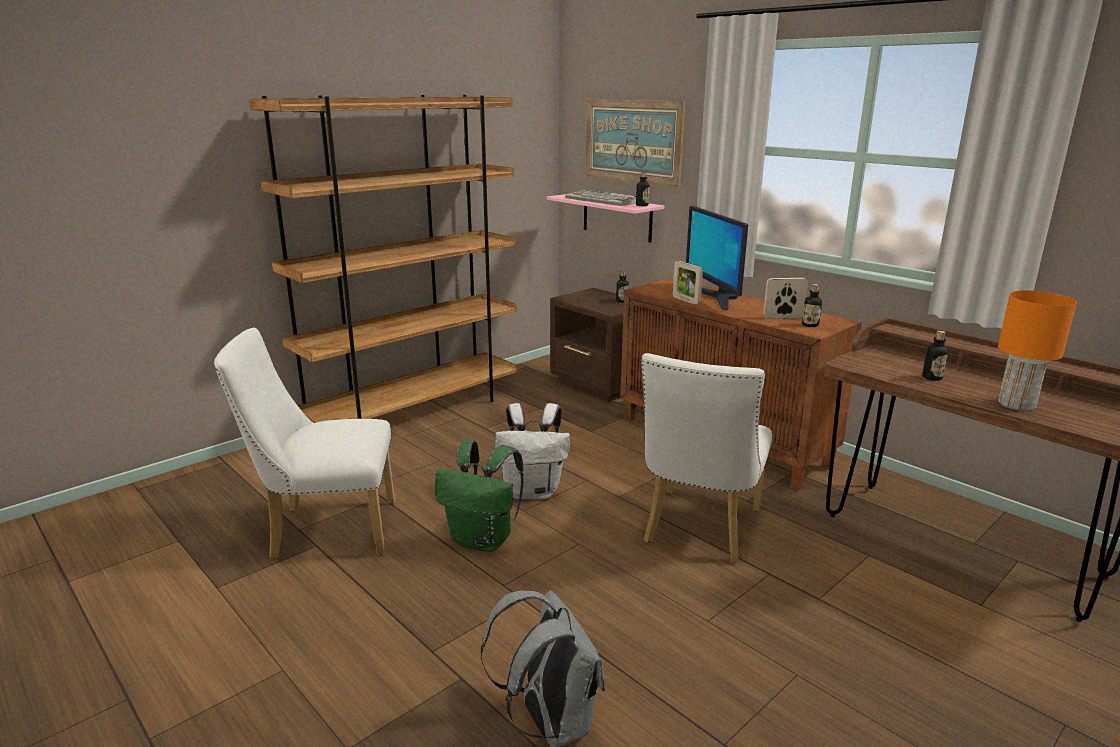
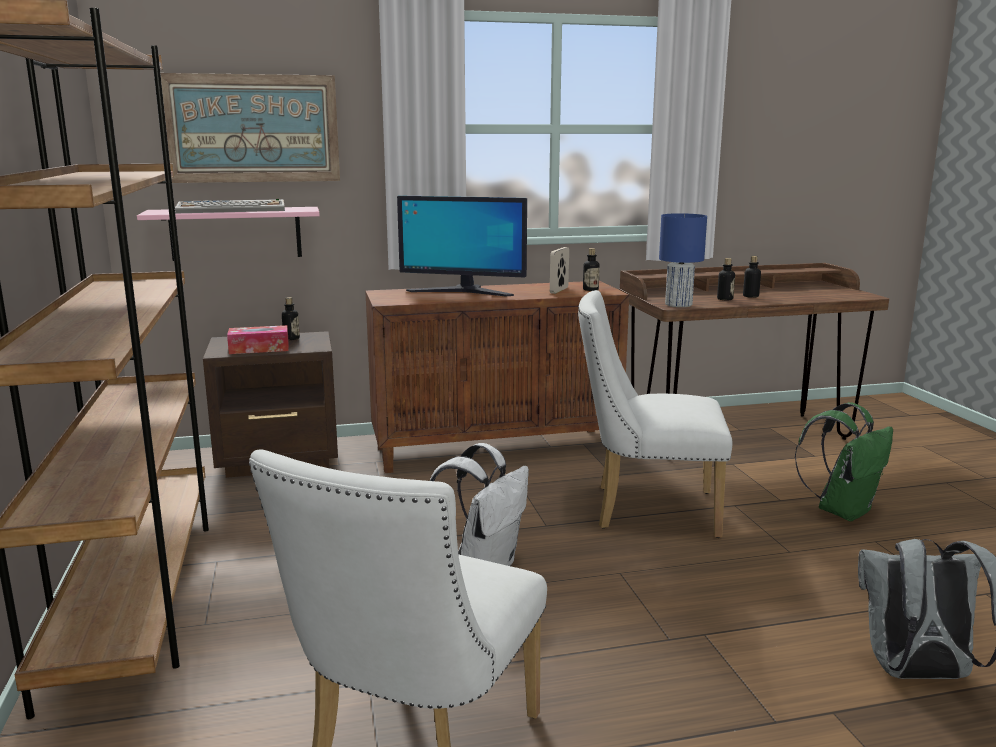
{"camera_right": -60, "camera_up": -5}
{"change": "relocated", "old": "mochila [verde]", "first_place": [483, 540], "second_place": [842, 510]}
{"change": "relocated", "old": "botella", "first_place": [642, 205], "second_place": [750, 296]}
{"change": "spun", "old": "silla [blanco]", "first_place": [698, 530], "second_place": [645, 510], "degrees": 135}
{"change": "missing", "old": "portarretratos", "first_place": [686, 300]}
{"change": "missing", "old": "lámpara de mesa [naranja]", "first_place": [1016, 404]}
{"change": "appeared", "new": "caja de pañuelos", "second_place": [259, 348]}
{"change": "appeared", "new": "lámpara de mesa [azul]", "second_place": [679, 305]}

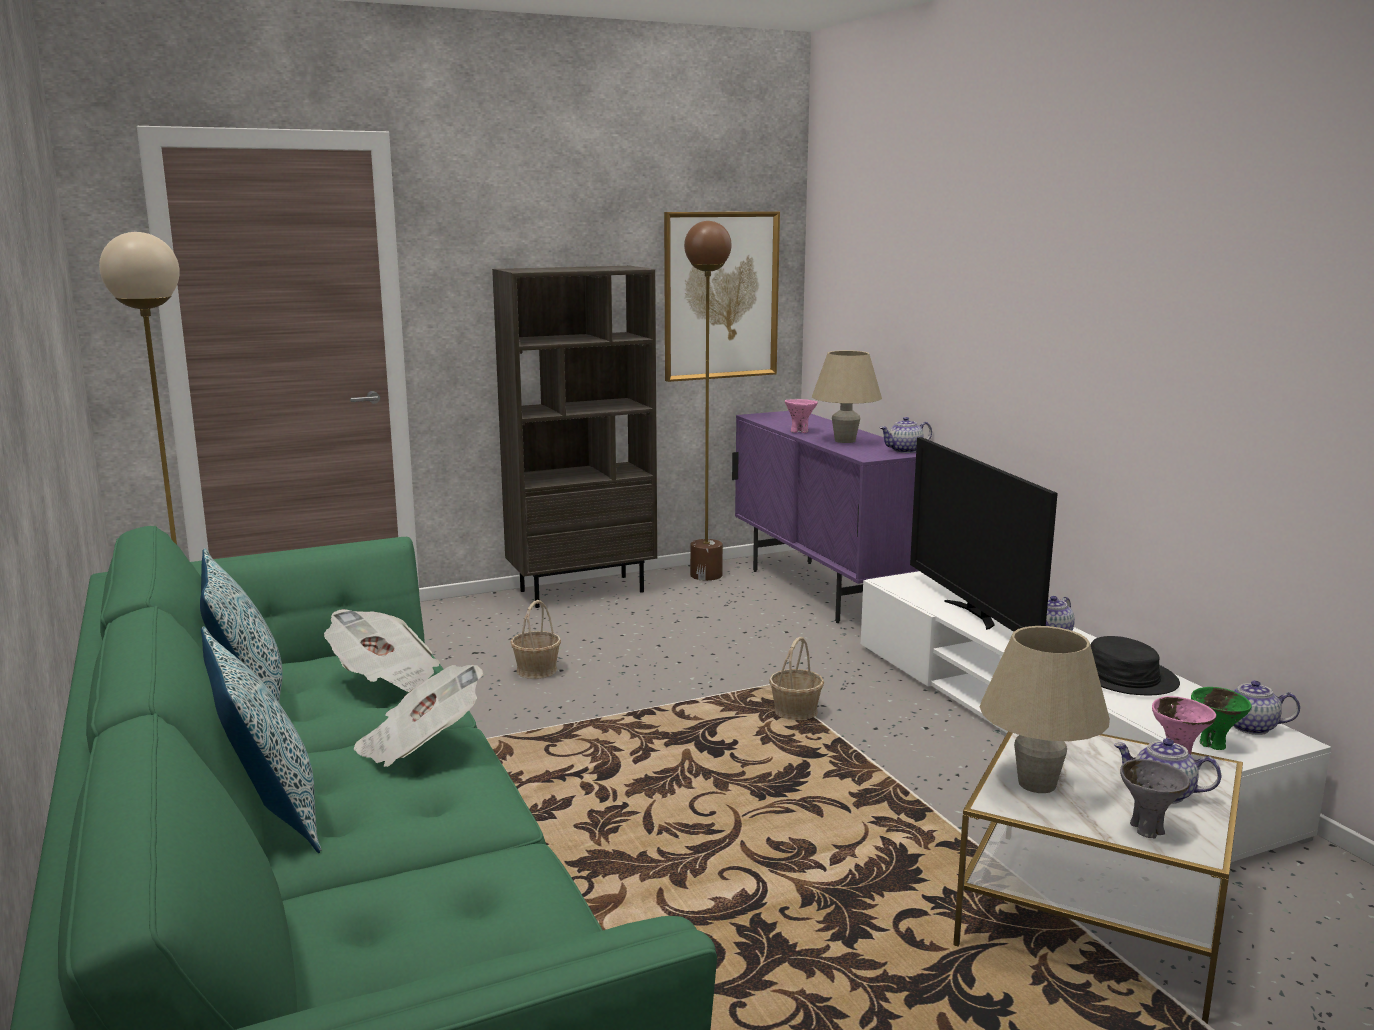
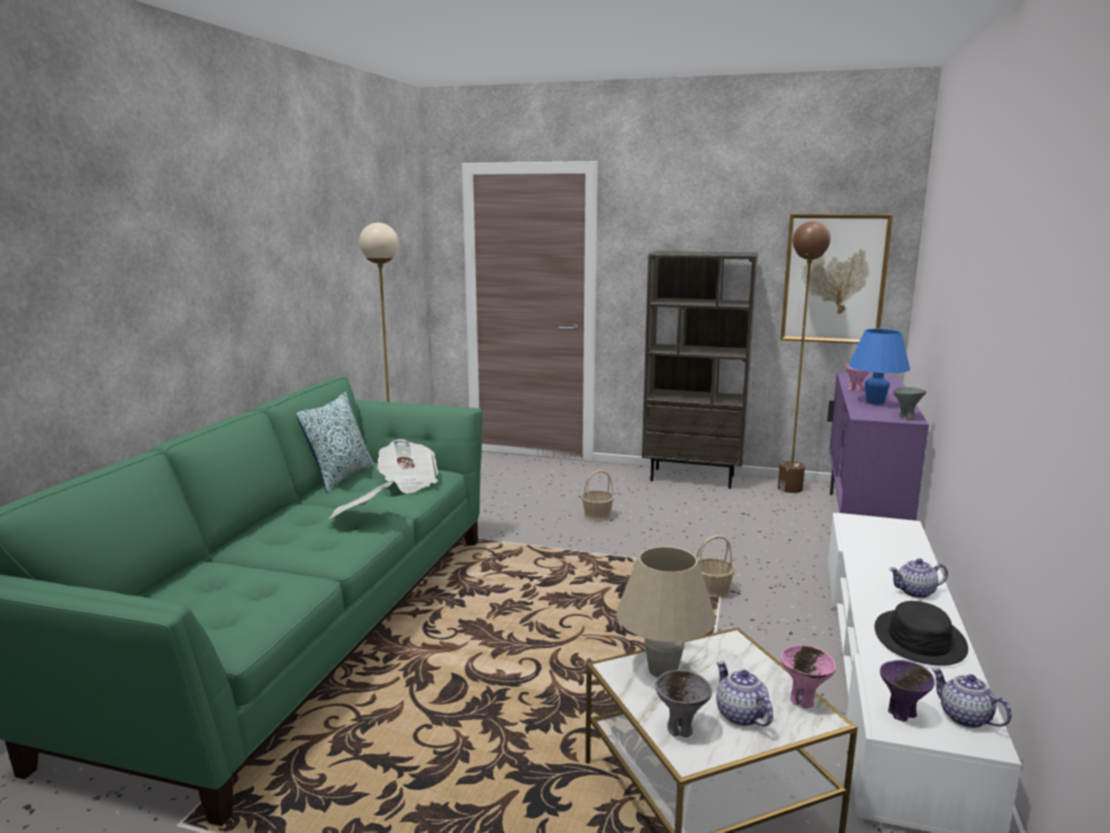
{"camera_right": 40, "camera_up": 0}
{"change": "missing", "old": "cojín", "first_place": [270, 814]}
{"change": "colour", "old": "lámpara de mesa [beis]", "new": "lámpara de mesa [azul]", "first_place": [845, 441], "second_place": [875, 402]}
{"change": "exchanged", "old": "tetera", "new": "cuenco [gris]", "first_place": [904, 450], "second_place": [906, 417]}
{"change": "missing", "old": "televisor", "first_place": [973, 614]}
{"change": "colour", "old": "cuenco [verde]", "new": "cuenco [morado]", "first_place": [1214, 744], "second_place": [902, 714]}

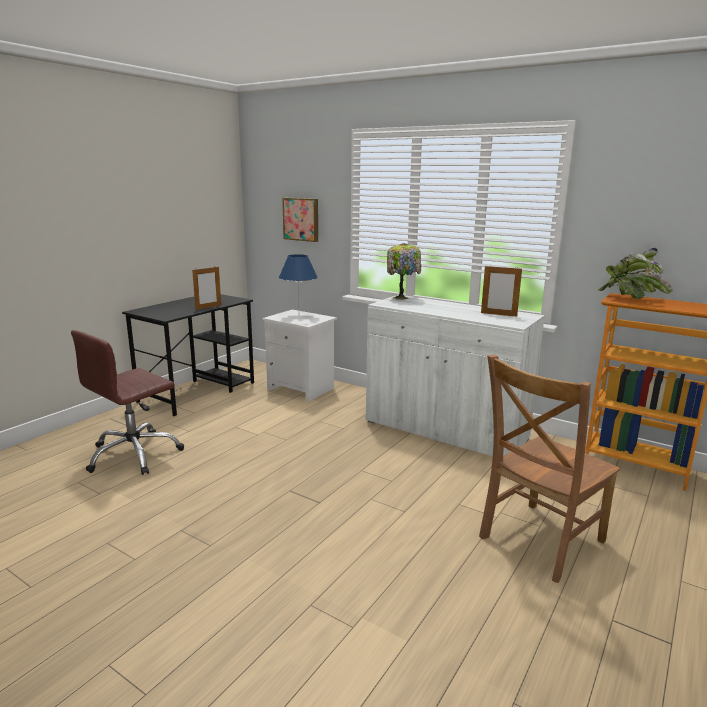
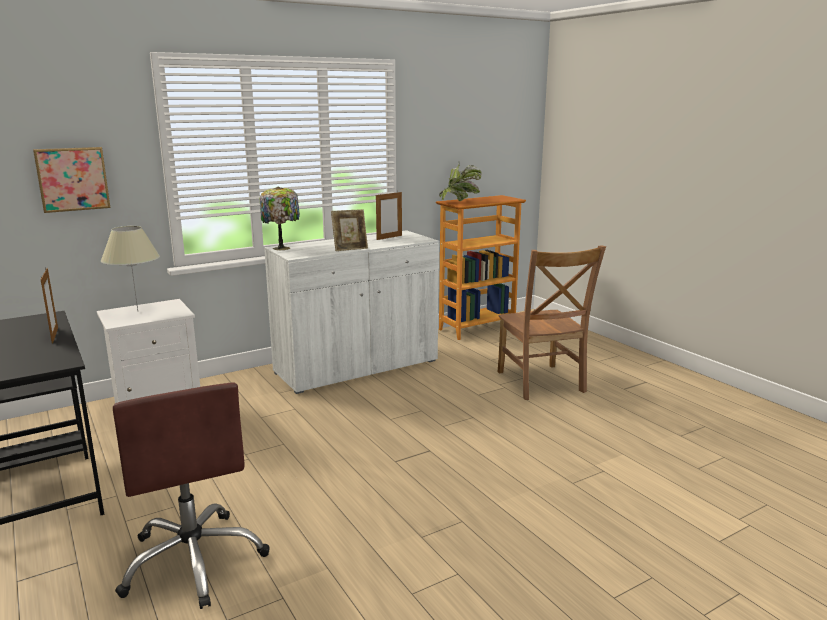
{"camera_right": -65, "camera_up": 0}
{"change": "colour", "old": "lámpara de mesa [azul]", "new": "lámpara de mesa [beis]", "first_place": [298, 316], "second_place": [138, 312]}
{"change": "appeared", "new": "portarretratos", "second_place": [350, 248]}

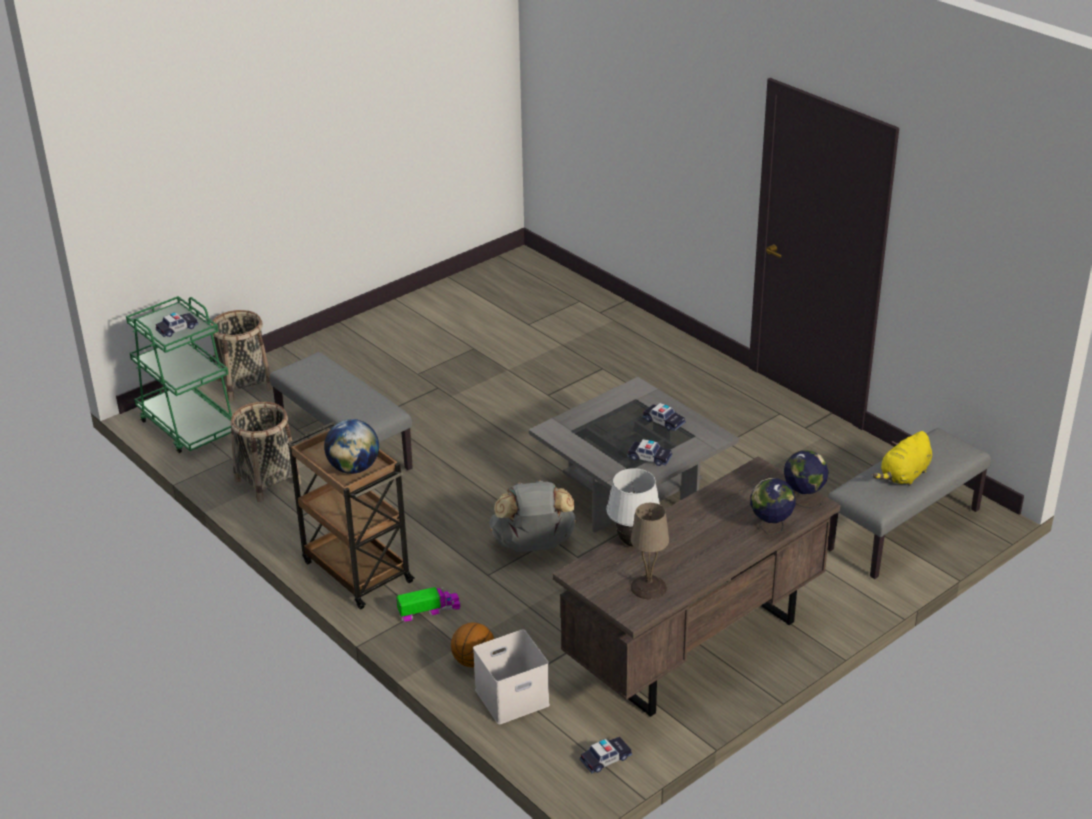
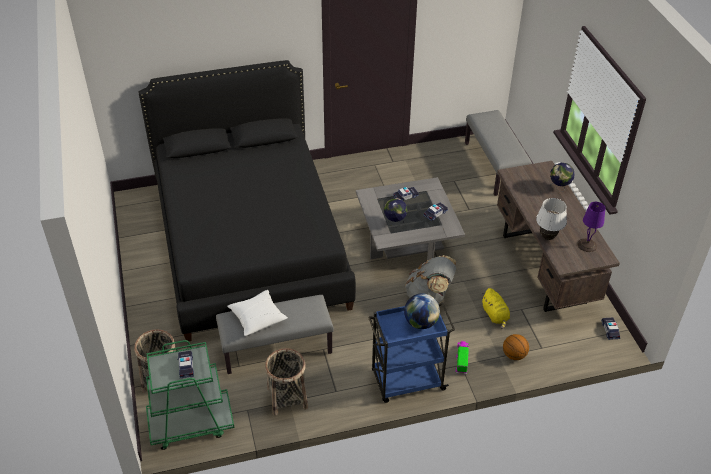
{"camera_right": -65, "camera_up": 10}
{"change": "colour", "old": "carrito [marrón]", "new": "carrito [azul]", "first_place": [355, 570], "second_place": [406, 381]}
{"change": "missing", "old": "caja de almacenaje [blanco]", "first_place": [511, 698]}
{"change": "colour", "old": "lámpara de mesa [beis]", "new": "lámpara de mesa [morado]", "first_place": [649, 587], "second_place": [586, 244]}
{"change": "relocated", "old": "globo terráqueo", "first_place": [803, 499], "second_place": [394, 223]}
{"change": "relocated", "old": "peluche [amarillo]", "first_place": [904, 476], "second_place": [495, 315]}
{"change": "appeared", "new": "cama [negro]", "second_place": [250, 243]}
{"change": "appeared", "new": "cojín [blanco]", "second_place": [257, 318]}

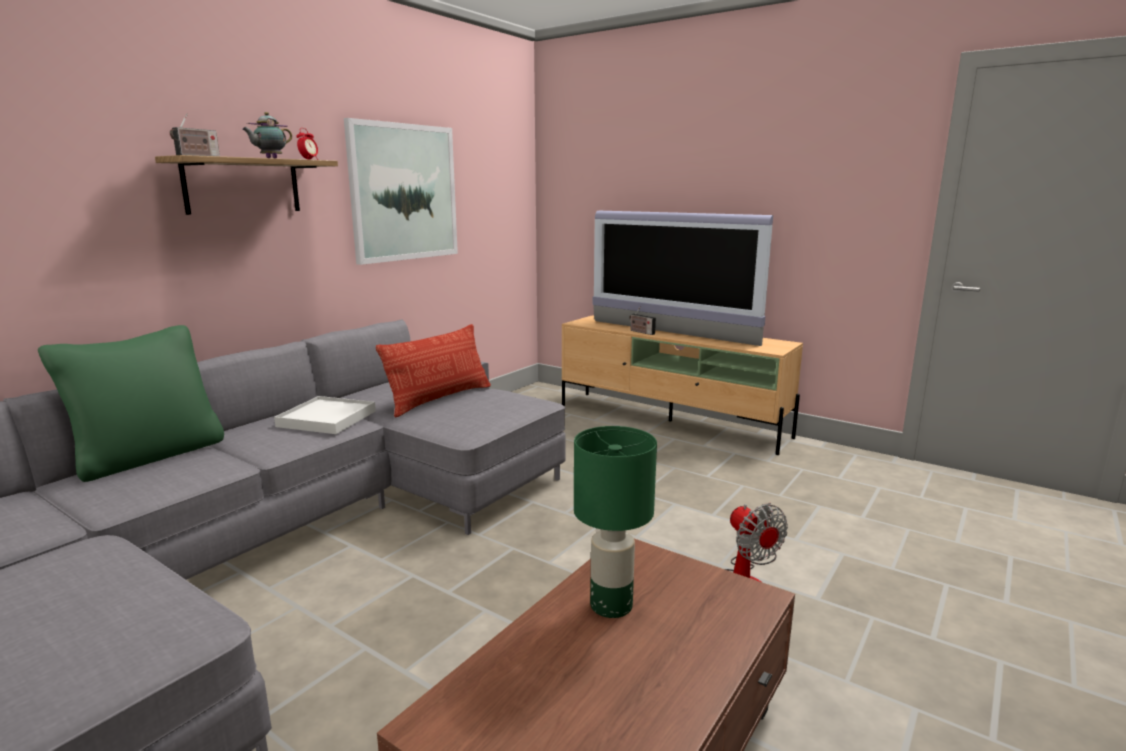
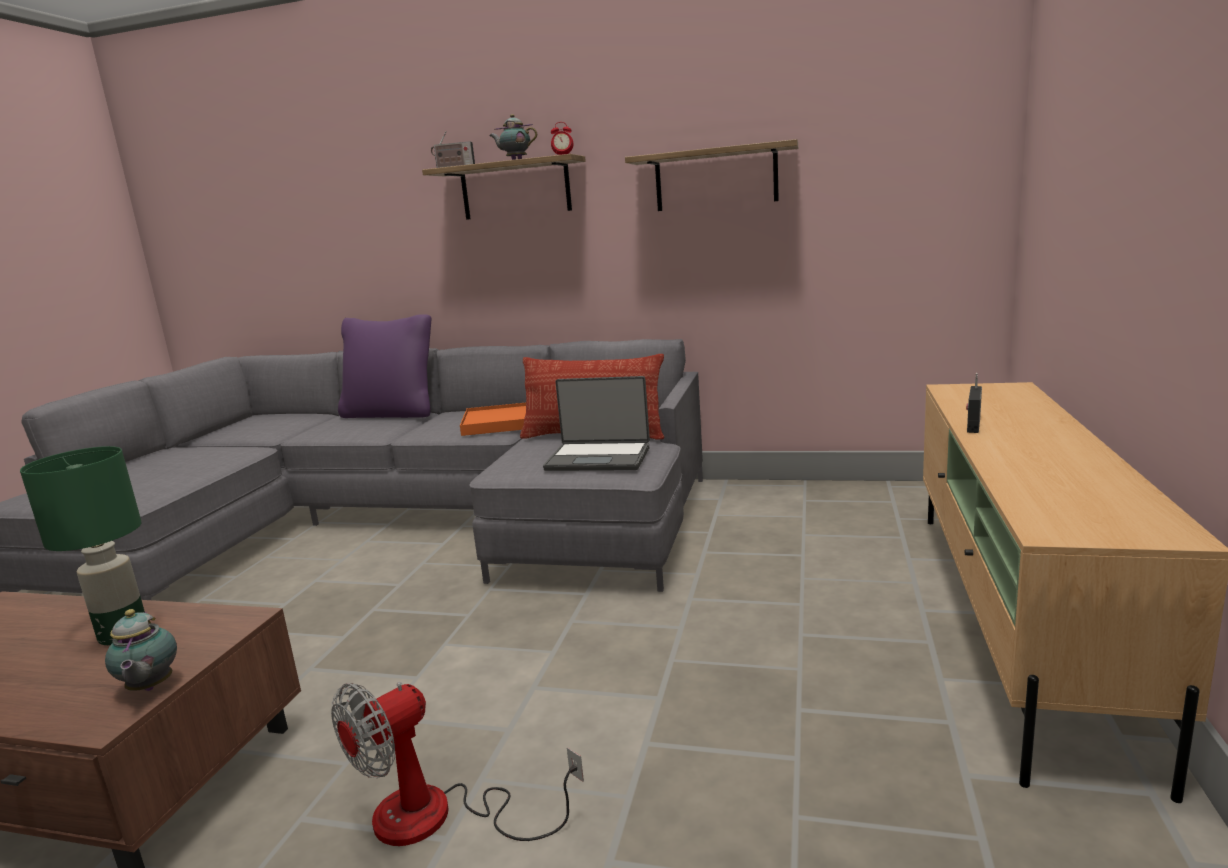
{"camera_right": 70, "camera_up": 0}
{"change": "colour", "old": "cojín [verde]", "new": "cojín [morado]", "first_place": [150, 456], "second_place": [392, 413]}
{"change": "colour", "old": "bandeja [blanco]", "new": "bandeja [naranja]", "first_place": [327, 419], "second_place": [499, 423]}
{"change": "exchanged", "old": "cuadro", "new": "estante", "first_place": [404, 192], "second_place": [716, 178]}
{"change": "missing", "old": "televisor", "first_place": [670, 332]}
{"change": "appeared", "new": "tetera", "second_place": [149, 688]}
{"change": "appeared", "new": "portátil", "second_place": [599, 458]}

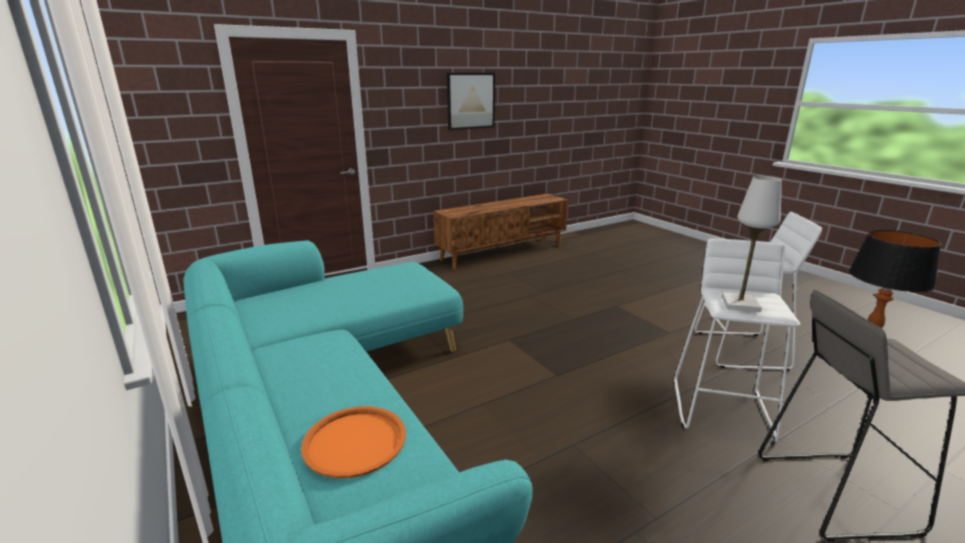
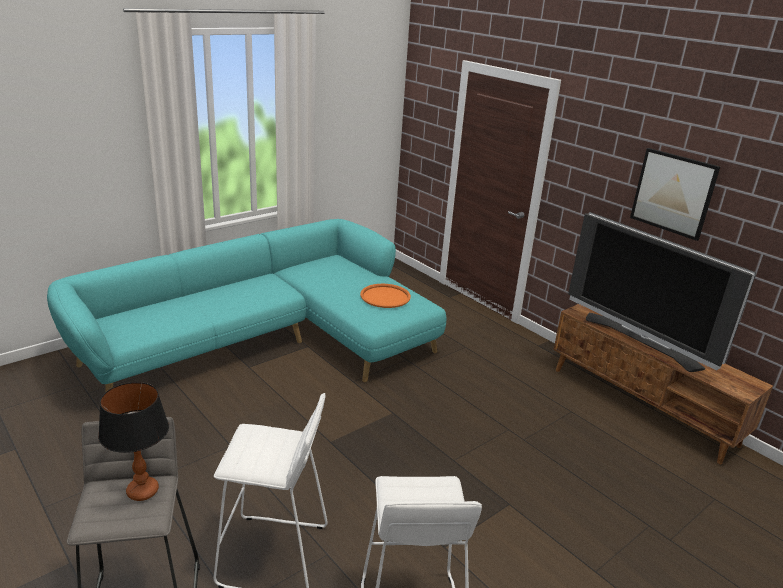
{"camera_right": 80, "camera_up": 5}
{"change": "relocated", "old": "bandeja [naranja]", "first_place": [355, 441], "second_place": [385, 296]}
{"change": "missing", "old": "lámpara de mesa [blanco]", "first_place": [740, 304]}
{"change": "appeared", "new": "televisor", "second_place": [641, 341]}

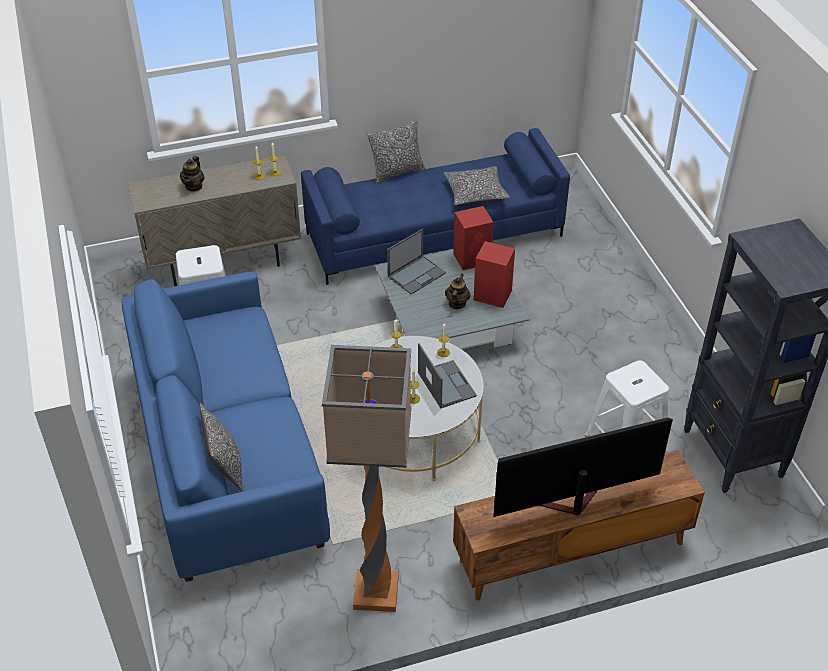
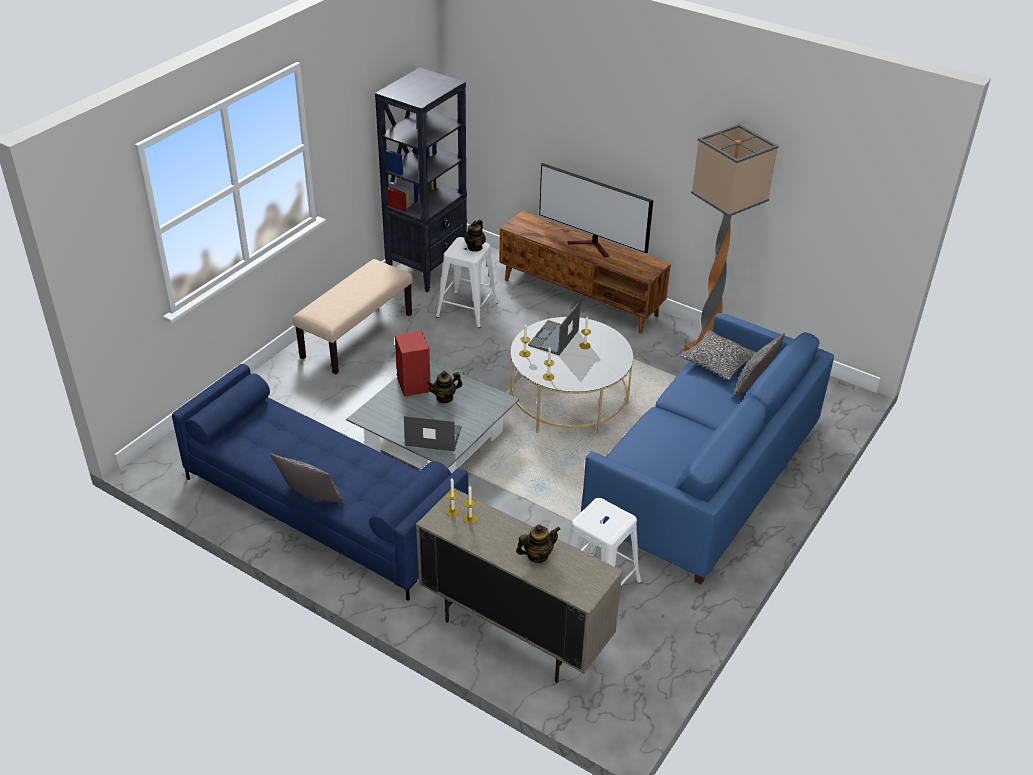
{"camera_right": -130, "camera_up": -5}
{"change": "relocated", "old": "cojín", "first_place": [476, 192], "second_place": [717, 362]}
{"change": "missing", "old": "altavoz [rojo]", "first_place": [473, 258]}
{"change": "appeared", "new": "banco [beis]", "second_place": [357, 335]}
{"change": "appeared", "new": "tetera", "second_place": [475, 247]}

